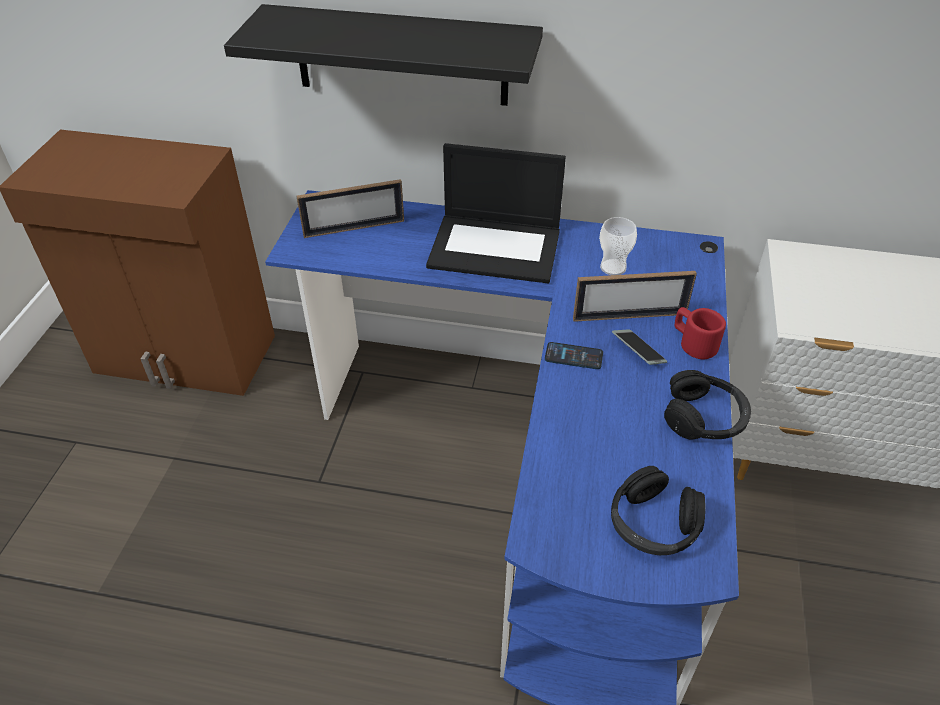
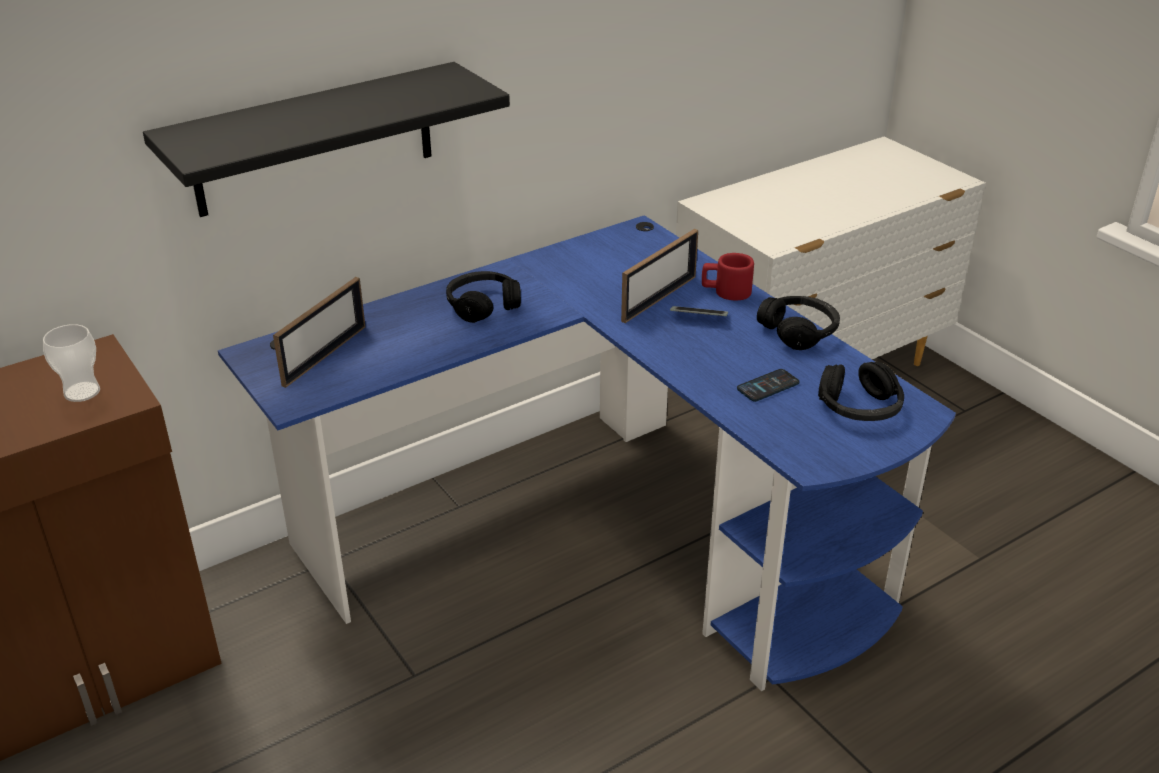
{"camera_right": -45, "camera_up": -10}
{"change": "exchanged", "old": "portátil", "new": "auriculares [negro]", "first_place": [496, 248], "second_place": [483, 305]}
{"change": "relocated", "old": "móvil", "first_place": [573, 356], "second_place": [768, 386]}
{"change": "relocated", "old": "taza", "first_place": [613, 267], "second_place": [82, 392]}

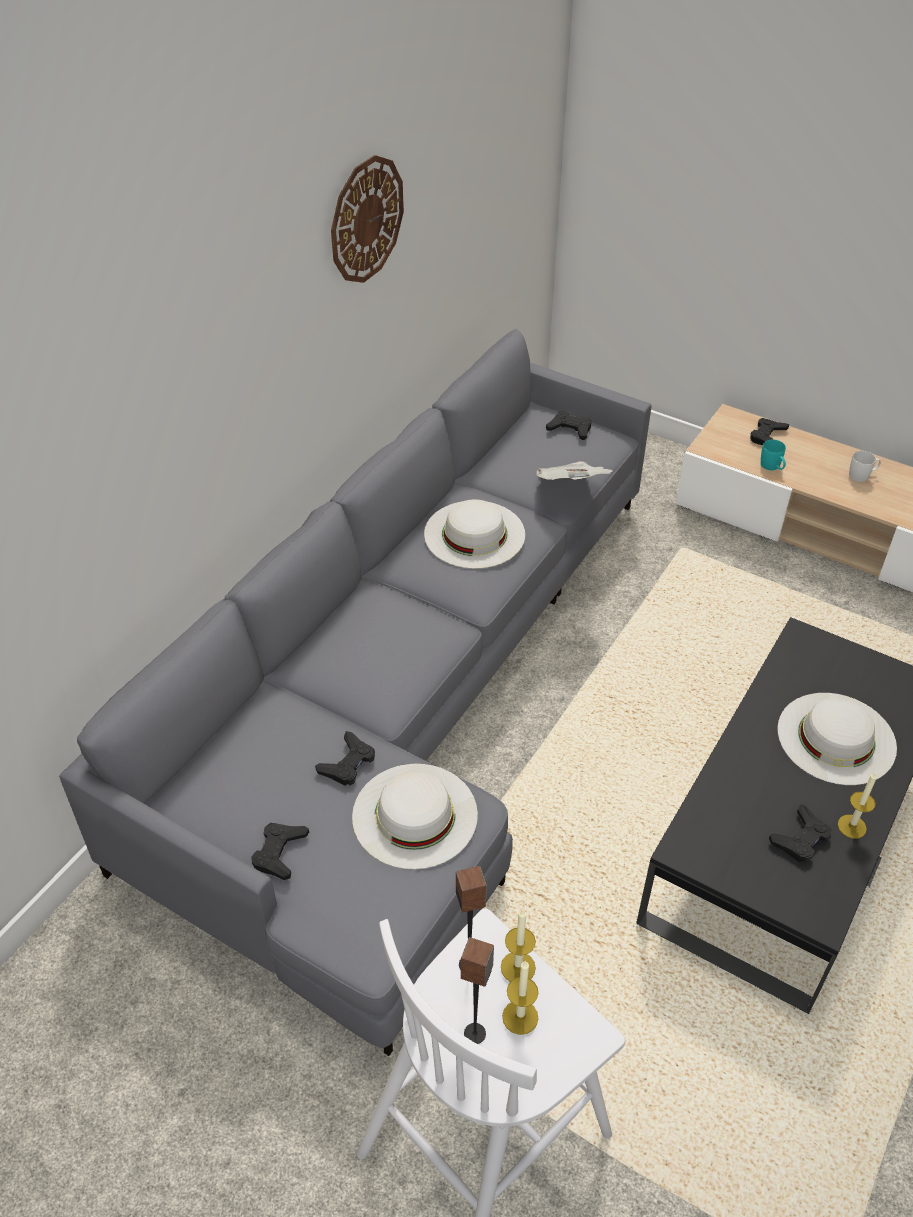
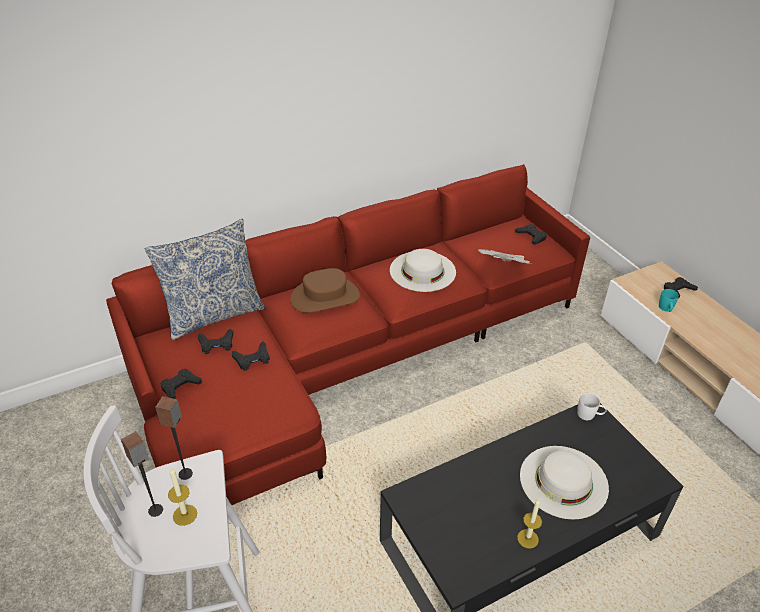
{"camera_right": 30, "camera_up": -5}
{"change": "colour", "old": "sofá [gris]", "new": "sofá [rojo]", "first_place": [406, 701], "second_place": [348, 358]}
{"change": "missing", "old": "reloj de pared", "first_place": [366, 219]}
{"change": "missing", "old": "sombrero [blanco]", "first_place": [415, 815]}
{"change": "missing", "old": "vela", "first_place": [518, 967]}
{"change": "relocated", "old": "mando de consola [negro]", "first_place": [801, 838], "second_place": [216, 344]}
{"change": "relocated", "old": "taza grande [blanco]", "first_place": [862, 475], "second_place": [589, 415]}
{"change": "appeared", "new": "cojín", "second_place": [214, 314]}
{"change": "appeared", "new": "sombrero [marrón]", "second_place": [325, 297]}

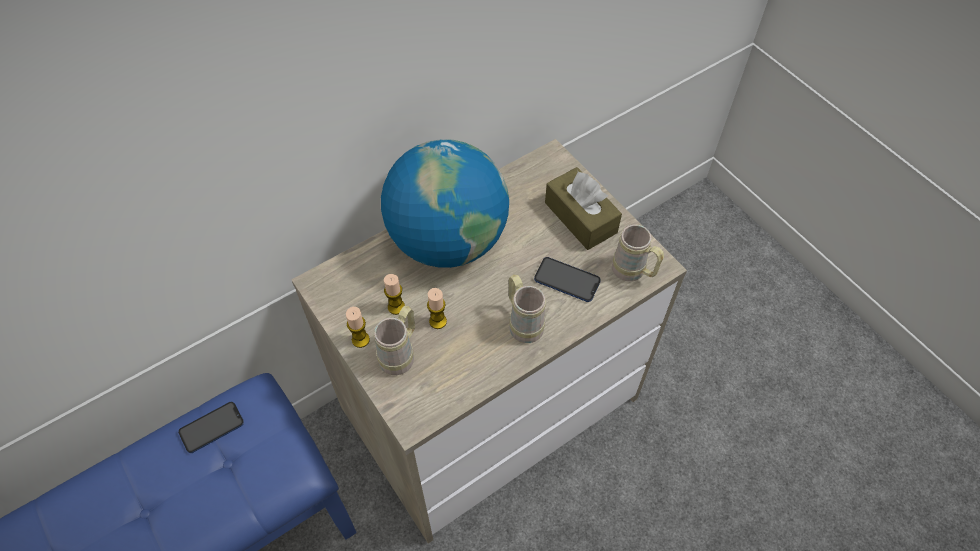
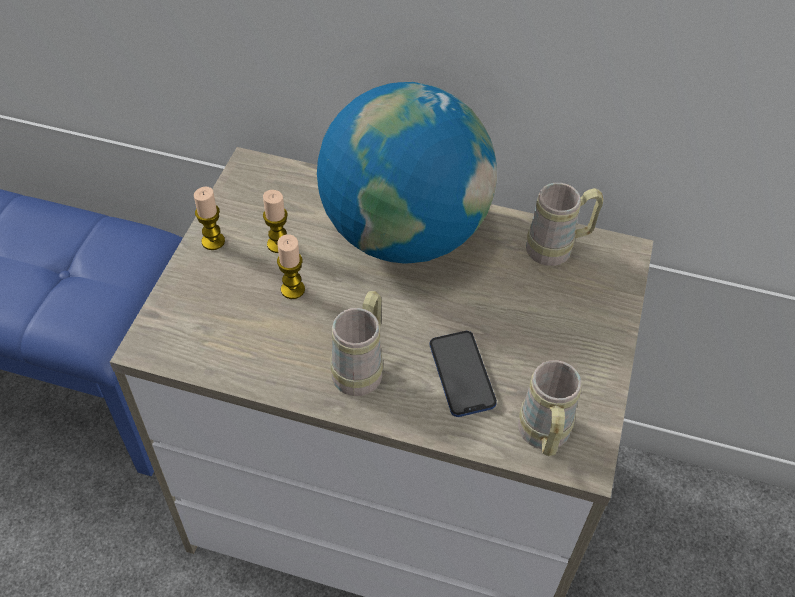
{"camera_right": 50, "camera_up": -5}
{"change": "missing", "old": "móvil", "first_place": [212, 428]}
{"change": "relocated", "old": "taza grande [beis]", "first_place": [401, 354], "second_place": [558, 249]}
{"change": "missing", "old": "caja de pañuelos [marrón]", "first_place": [580, 217]}

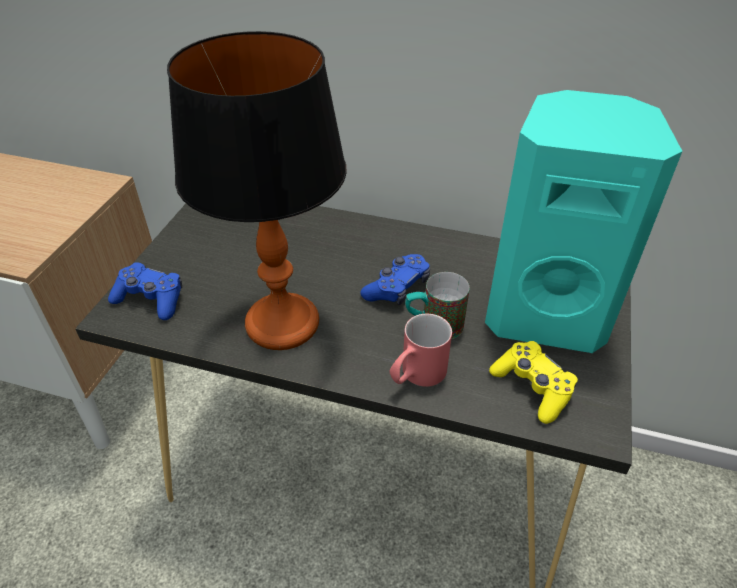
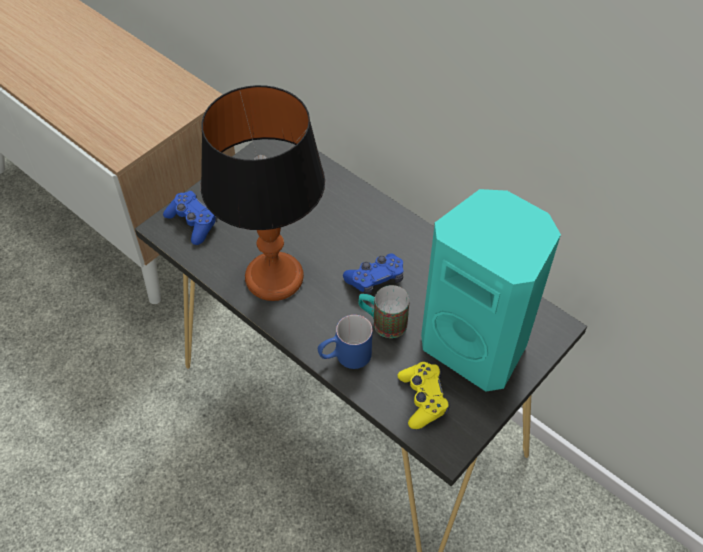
{"camera_right": 25, "camera_up": 10}
{"change": "colour", "old": "taza grande [rojo]", "new": "taza grande [azul]", "first_place": [416, 376], "second_place": [345, 357]}

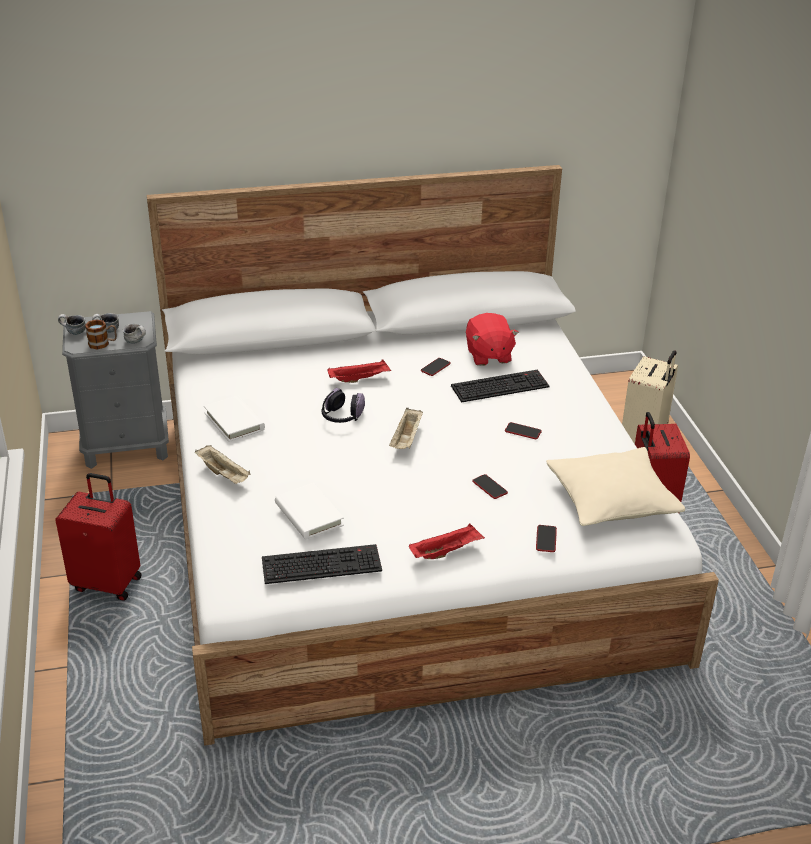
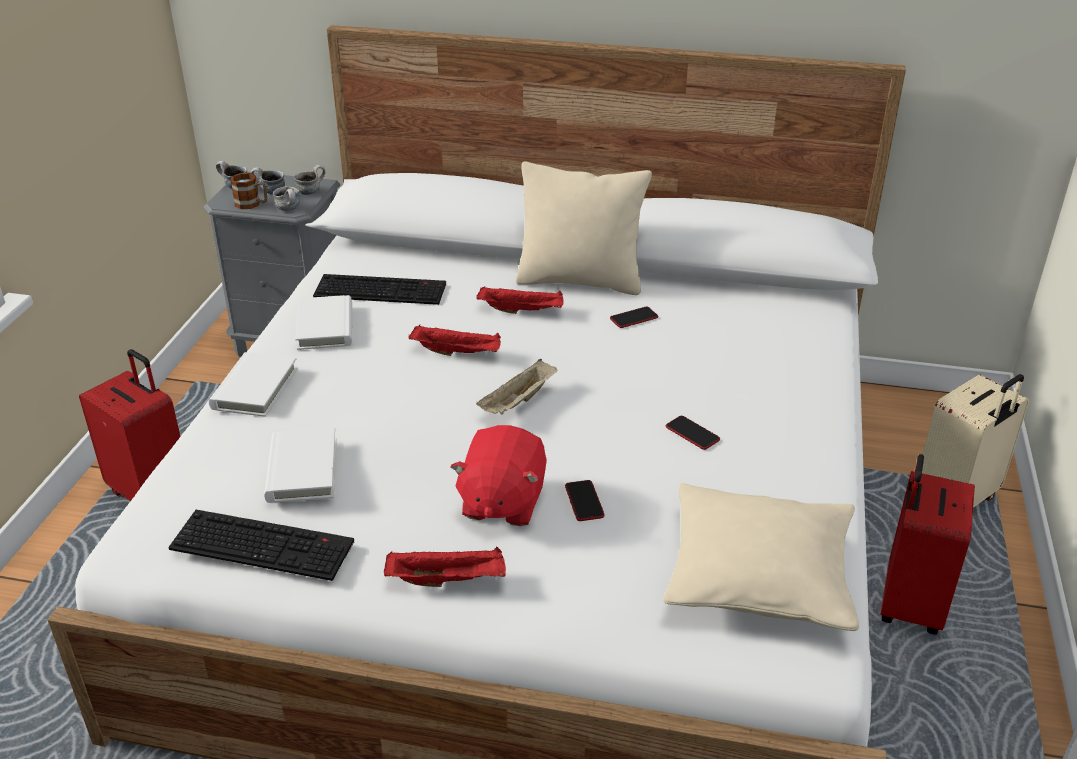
{"camera_right": 25, "camera_up": 0}
{"change": "exchanged", "old": "bandeja [beis]", "new": "libro [blanco]", "first_place": [224, 474], "second_place": [255, 388]}
{"change": "exchanged", "old": "auriculares", "new": "bandeja [rojo]", "first_place": [341, 417], "second_place": [457, 352]}
{"change": "relocated", "old": "teclado", "first_place": [500, 385], "second_place": [382, 289]}
{"change": "relocated", "old": "peluche [rojo]", "first_place": [488, 355], "second_place": [501, 502]}
{"change": "missing", "old": "móvil", "first_place": [546, 539]}
{"change": "appeared", "new": "taza grande", "second_place": [311, 191]}
{"change": "appeared", "new": "cojín [beis]", "second_place": [580, 280]}

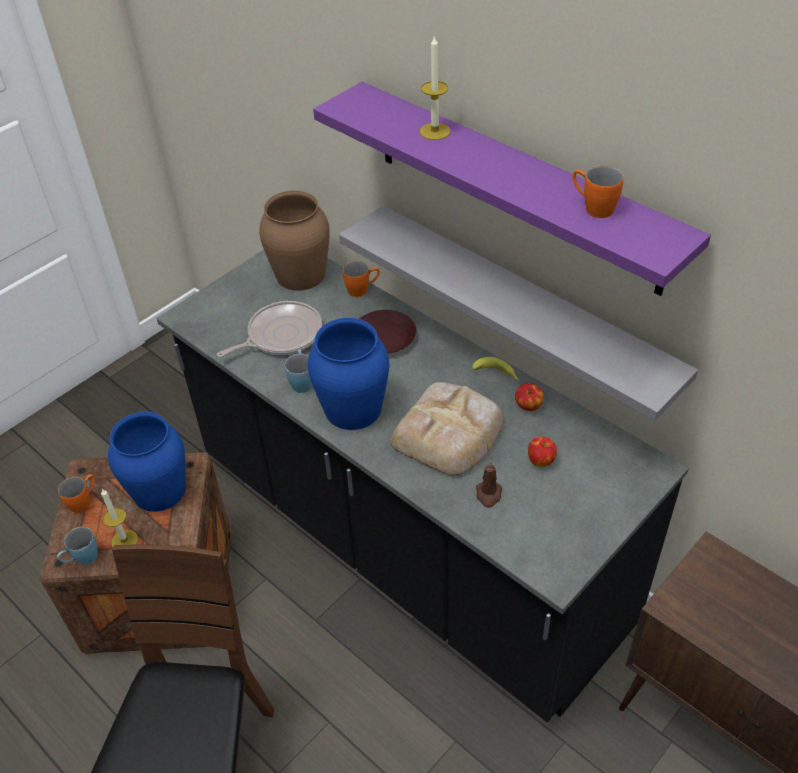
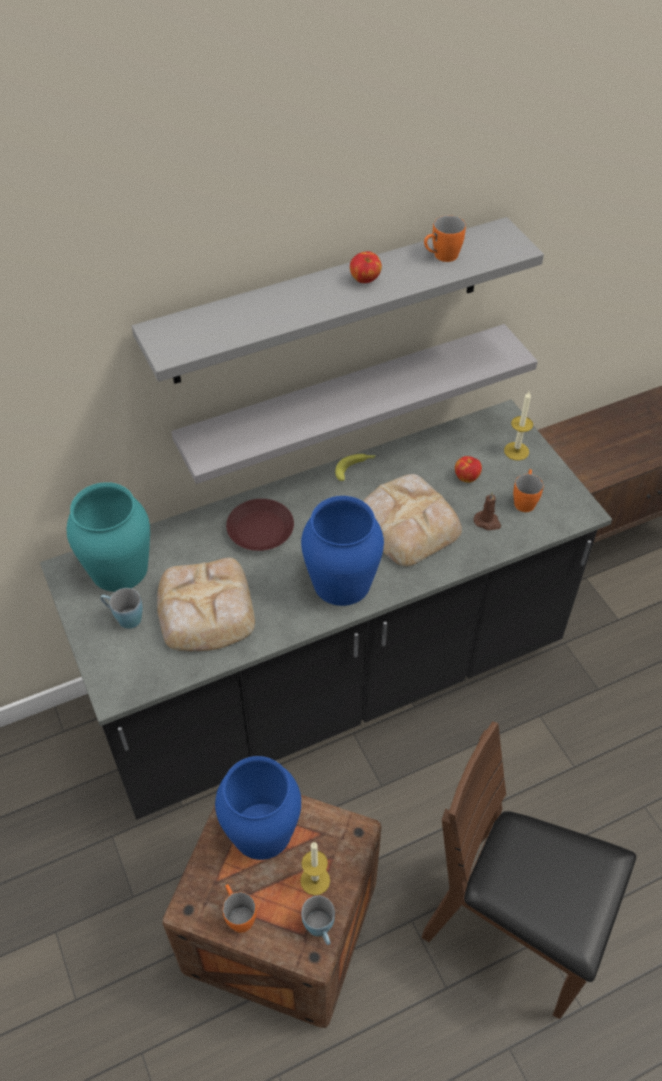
{"camera_right": -70, "camera_up": 5}
{"change": "exchanged", "old": "sartén", "new": "pan", "first_place": [281, 335], "second_place": [205, 610]}
{"change": "colour", "old": "florero [marrón]", "new": "florero [turquesa]", "first_place": [300, 274], "second_place": [118, 569]}
{"change": "relocated", "old": "taza grande [azul]", "first_place": [302, 381], "second_place": [124, 617]}
{"change": "colour", "old": "estante [morado]", "new": "estante [gris]", "first_place": [514, 186], "second_place": [329, 302]}
{"change": "relocated", "old": "taza grande [naranja]", "first_place": [362, 289], "second_place": [524, 500]}
{"change": "relocated", "old": "vela", "first_place": [435, 131], "second_place": [516, 451]}
{"change": "relocated", "old": "manzana", "first_place": [528, 406], "second_place": [365, 280]}

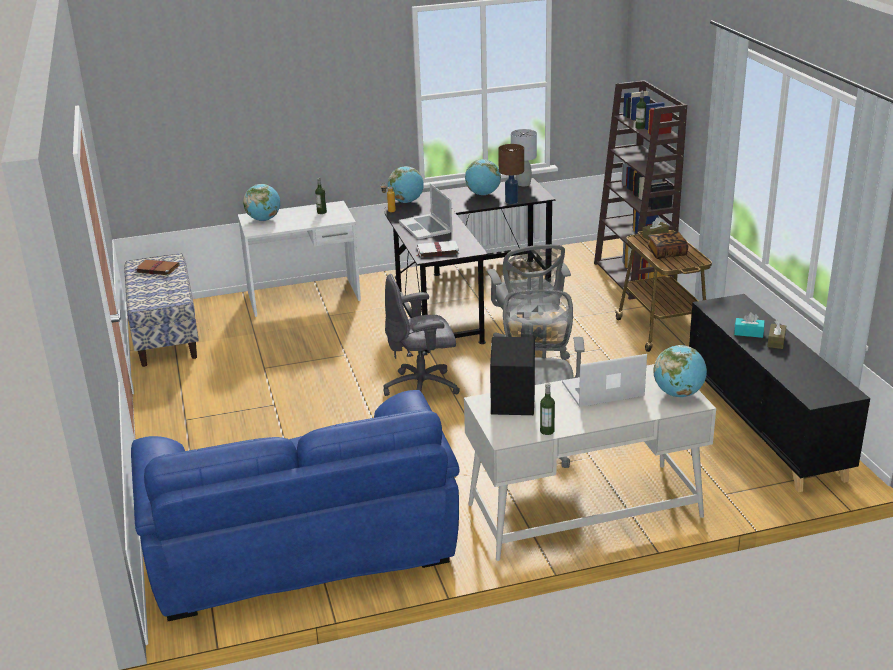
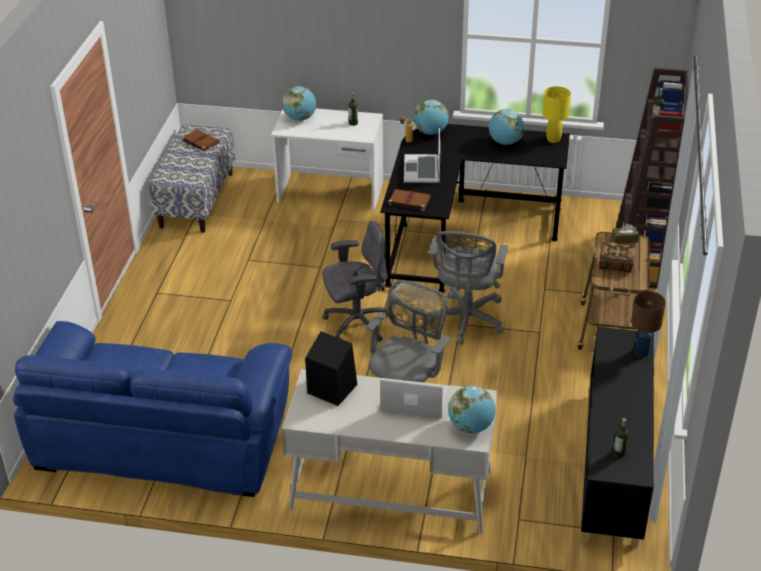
{"camera_right": 25, "camera_up": 10}
{"change": "spun", "old": "silla de oficina [gris]", "first_place": [423, 388], "second_place": [356, 323], "degrees": 150}
{"change": "colour", "old": "libro [blanco]", "new": "libro [marrón]", "first_place": [437, 250], "second_place": [408, 201]}
{"change": "relocated", "old": "lámpara de mesa [marrón]", "first_place": [511, 201], "second_place": [642, 352]}
{"change": "colour", "old": "lámpara de mesa [gris]", "new": "lámpara de mesa [amarillo]", "first_place": [524, 184], "second_place": [553, 139]}
{"change": "relocated", "old": "botella", "first_place": [547, 431], "second_place": [619, 453]}
{"change": "missing", "old": "caja de pañuelos [turquesa]", "first_place": [748, 333]}
{"change": "missing", "old": "caja de pañuelos [marrón]", "first_place": [776, 341]}

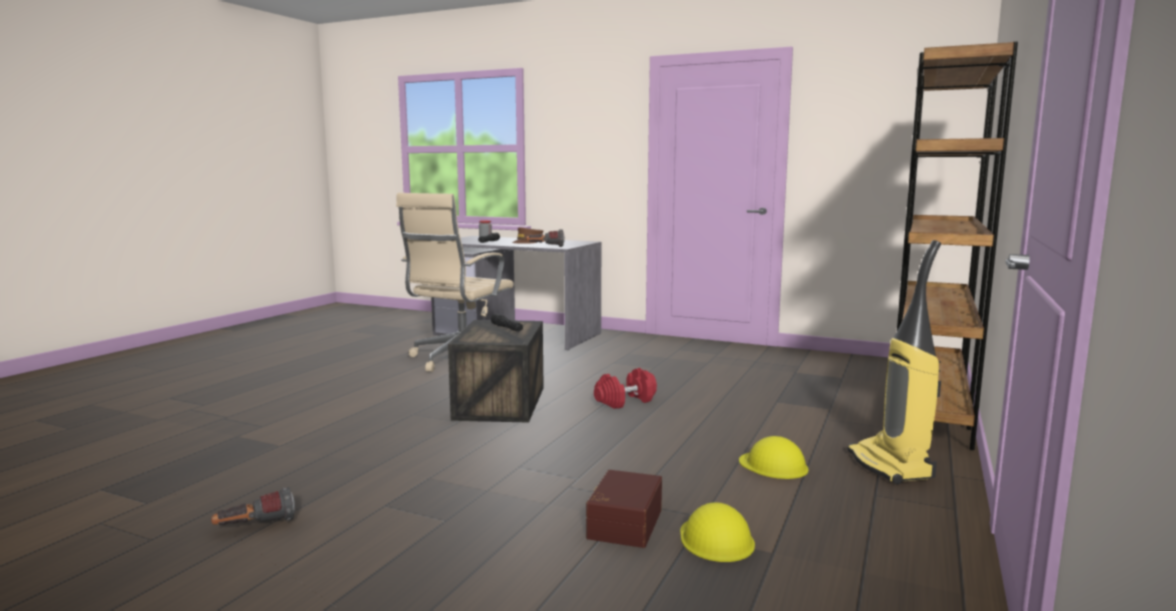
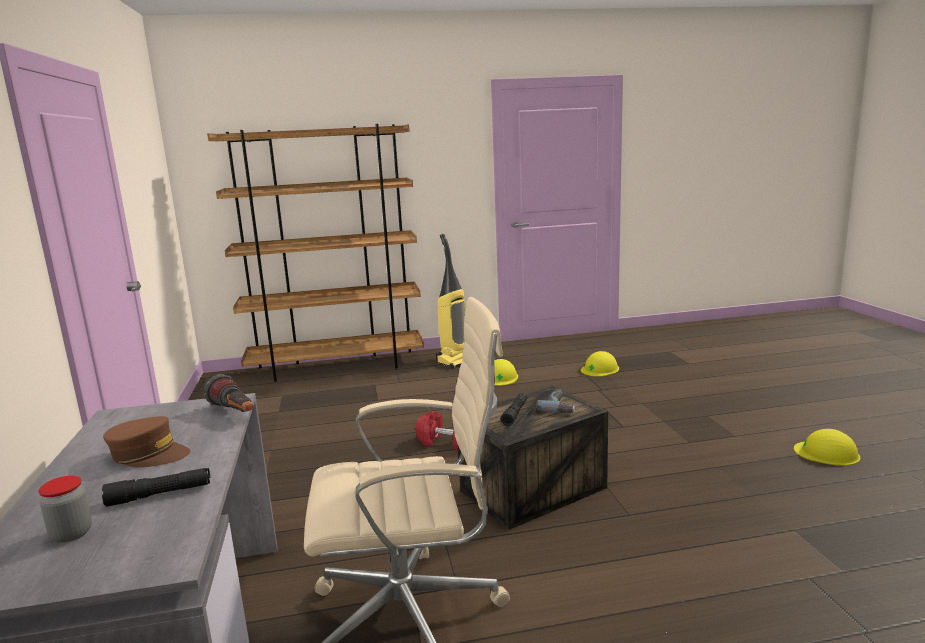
{"camera_right": -125, "camera_up": 5}
{"change": "exchanged", "old": "linterna", "new": "casco [amarillo]", "first_place": [255, 527], "second_place": [827, 453]}
{"change": "missing", "old": "caja de almacenaje [marrón]", "first_place": [623, 523]}
{"change": "appeared", "new": "taladro", "second_place": [560, 406]}

